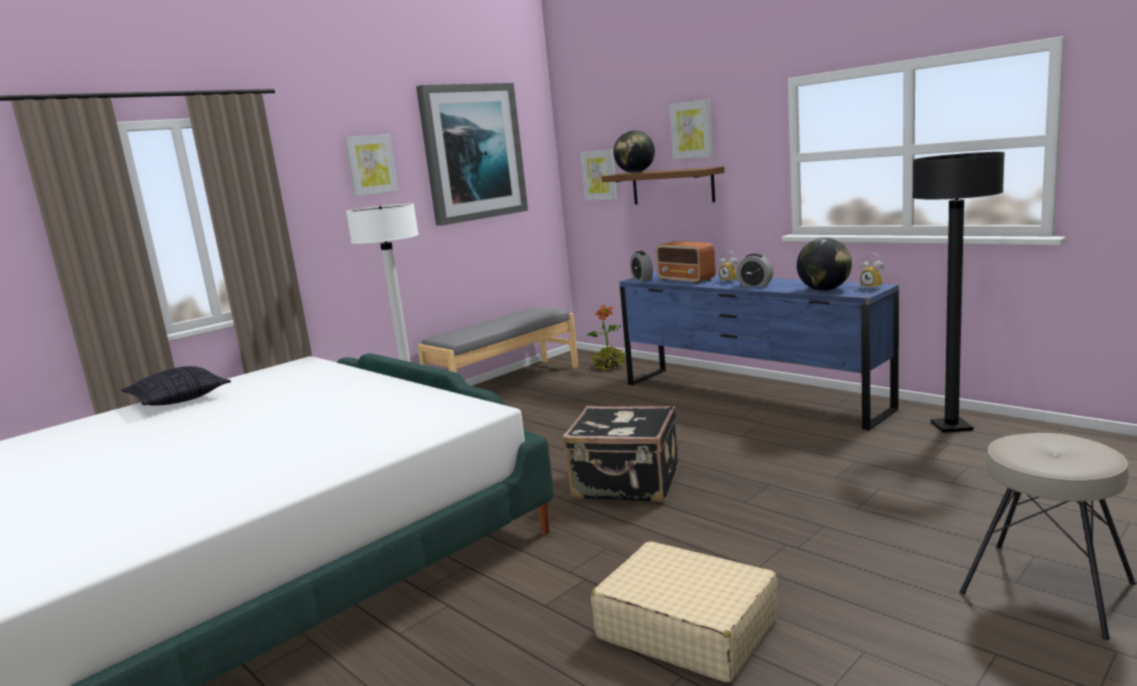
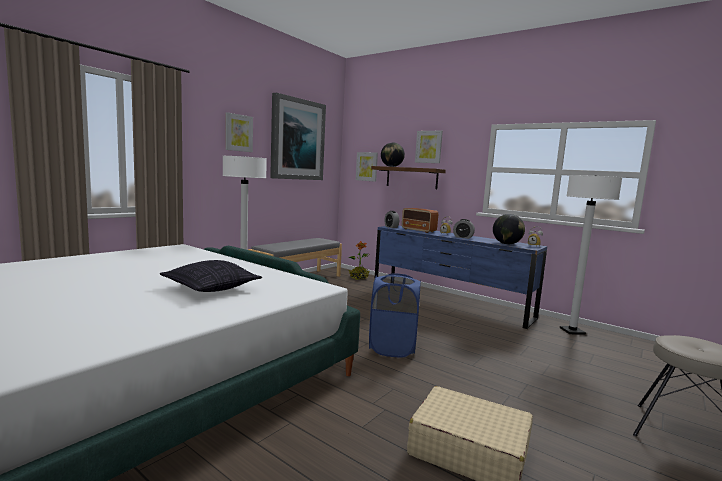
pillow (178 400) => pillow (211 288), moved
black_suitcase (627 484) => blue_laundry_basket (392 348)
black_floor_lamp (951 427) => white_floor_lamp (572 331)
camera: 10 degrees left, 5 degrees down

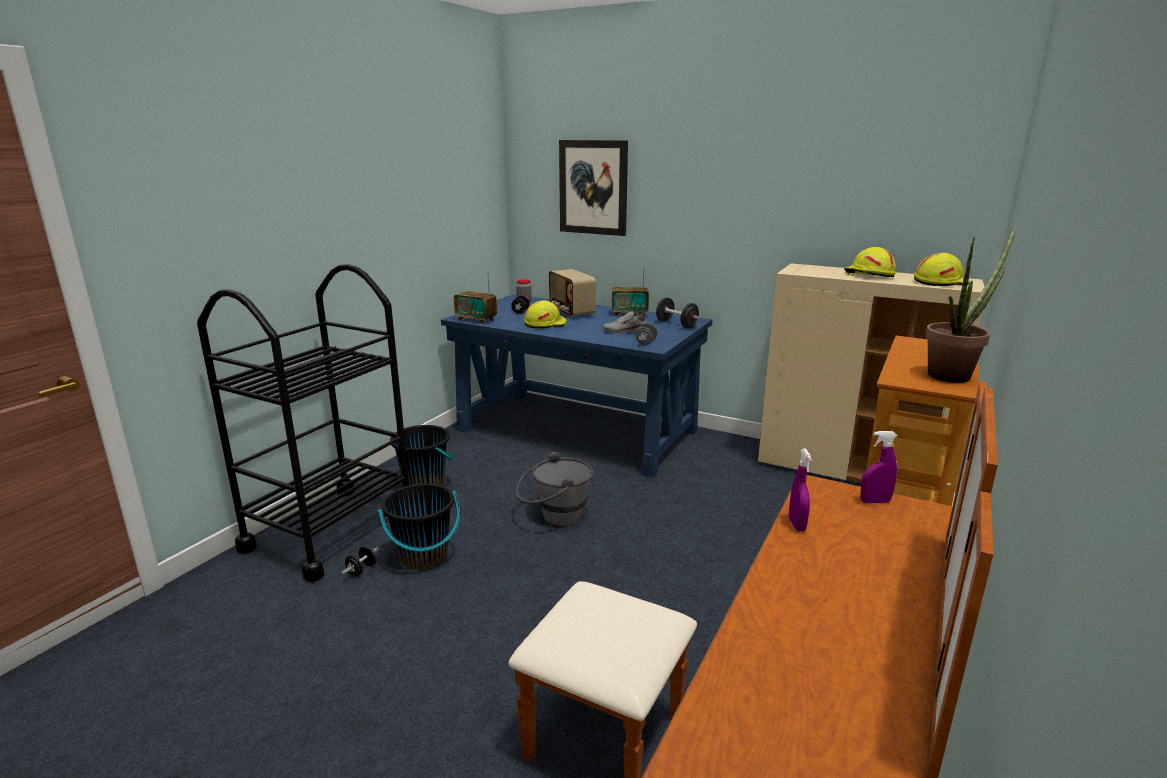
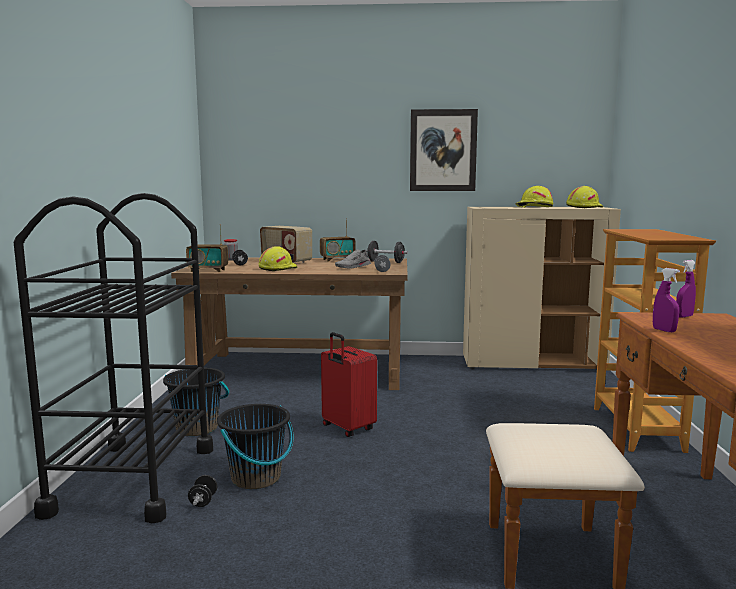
blue_desk (577 430) => brown_desk (301 370)
grey_bucket (554 517) => red_suitcase (347 428)
picture (593 187) => picture (443 150), moved
potted_plant (954 374) => nothing
camera: 25 degrees left, 10 degrees down

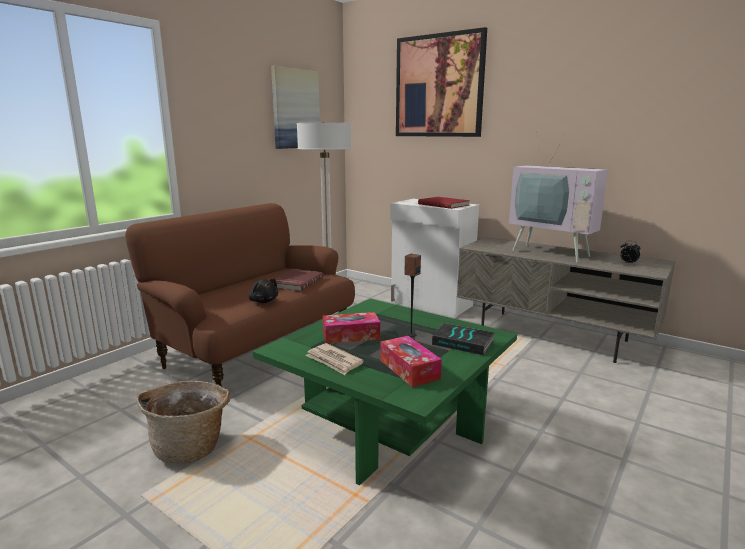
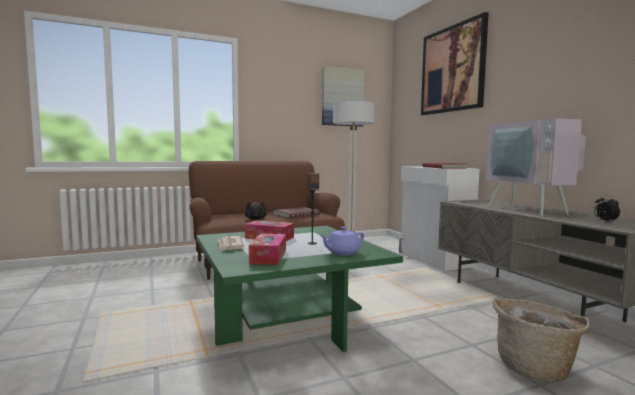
book (463 343) => purple_teapot (342 253)
basket (191 446) => basket (535 367), moved
camera: 30 degrees right, 10 degrees down

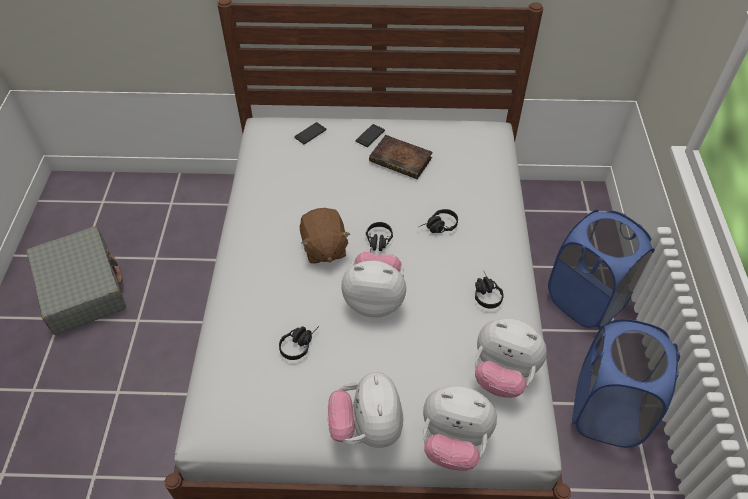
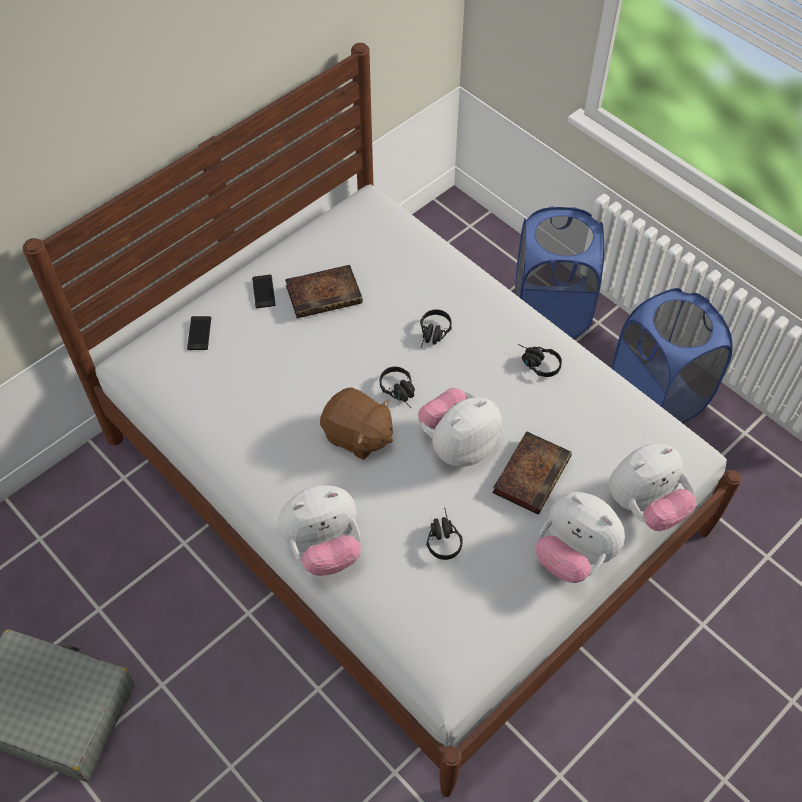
plush_toy (502 374) => plush_toy (324 547), moved
nothing => book (531 473)
camera: 45 degrees left, 5 degrees up

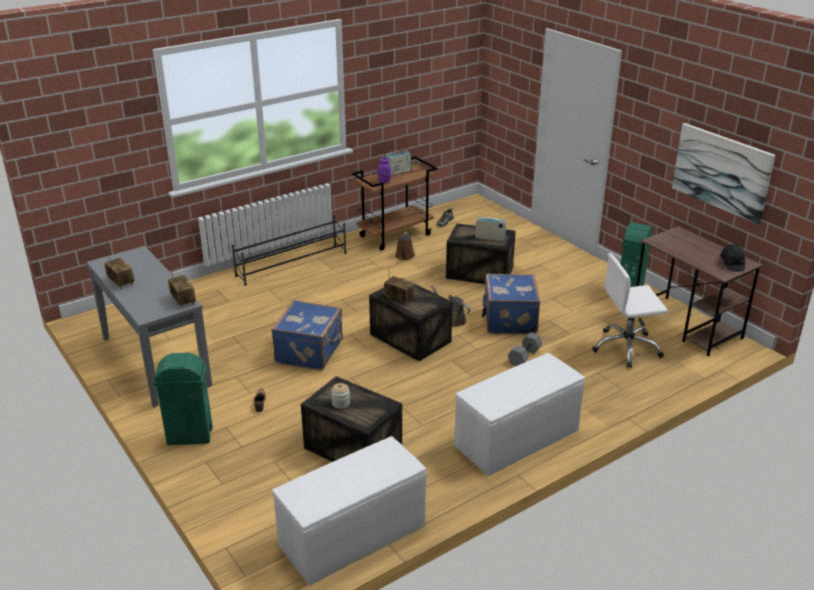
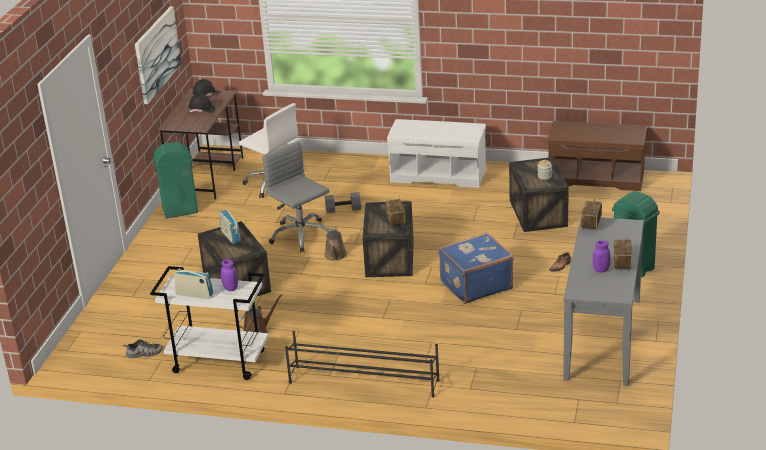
brown_cart (395 235) => white_cart (218 362)
nothing => black_hard_hat (202 110)
blue_suitcase (508 320) => grey_office_chair (301 235)
white_bench (352 537) => brown_bench (597 177)
nothing => purple_jar (601 269)
camera: 130 degrees left, 0 degrees up

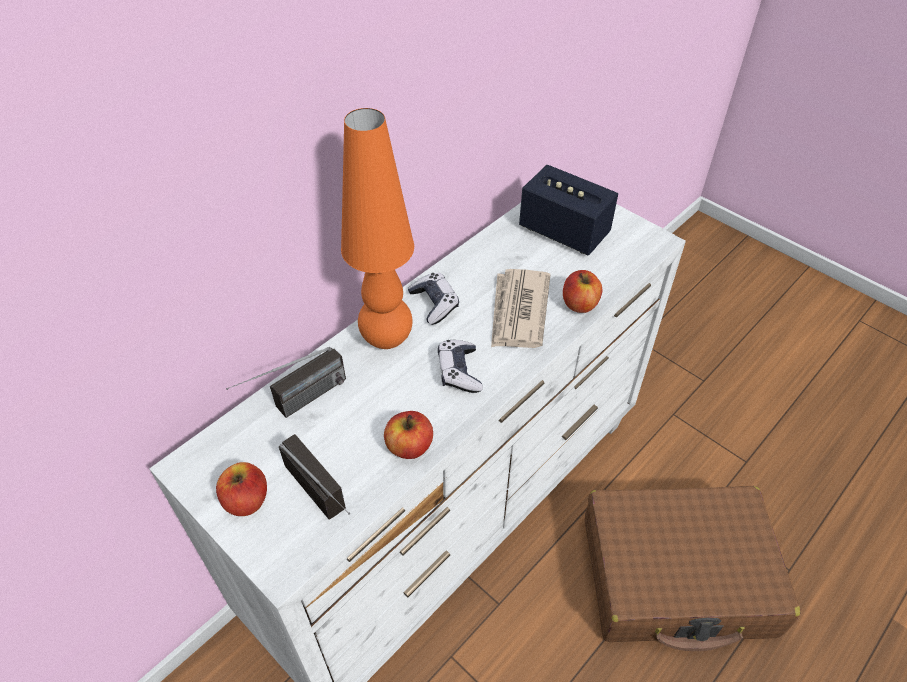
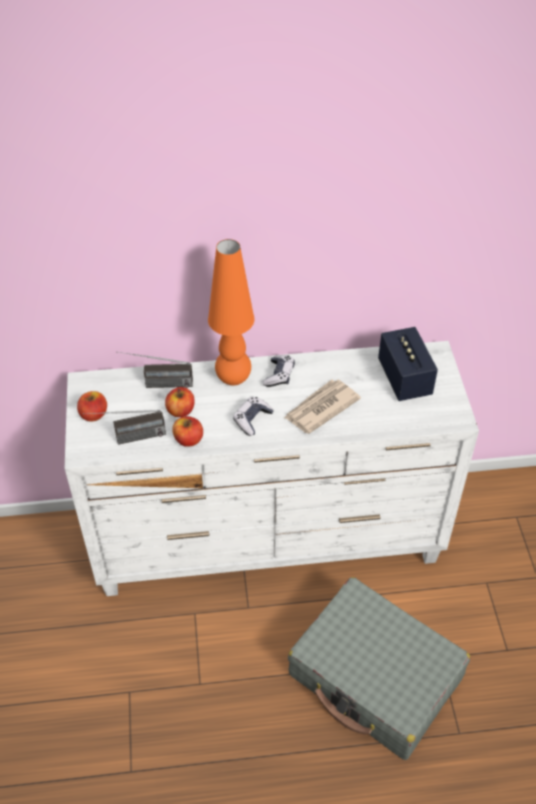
radio (329 500) => radio (128 439), 75 degrees clockwise
apple (580 304) => apple (181 410), moved
brown_suitcase (677 576) => grey_suitcase (375 677)
camera: 40 degrees right, 0 degrees up

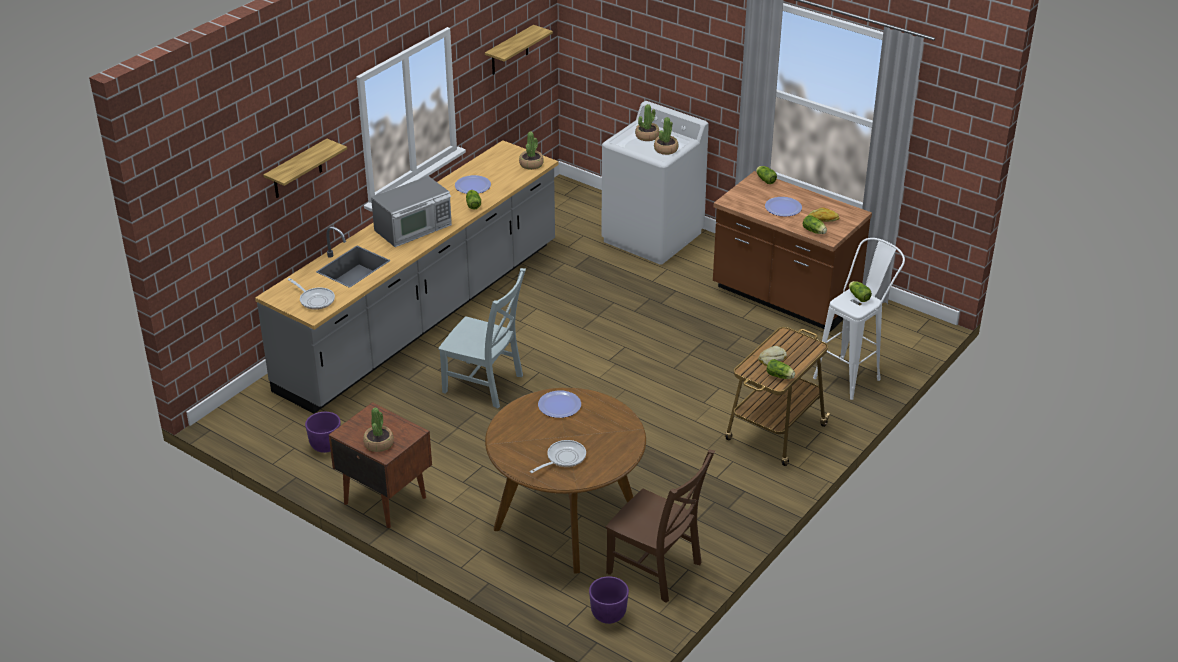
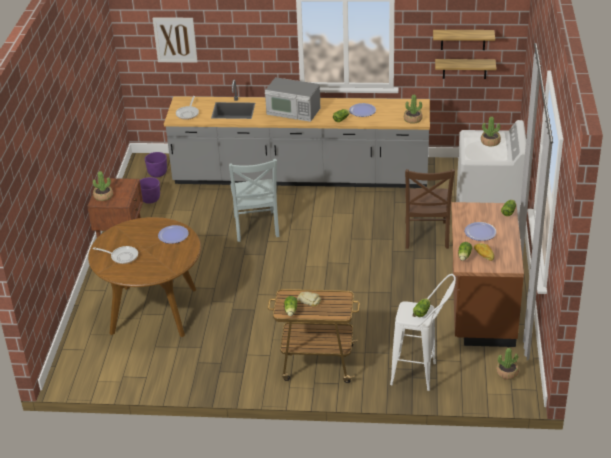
purple_planter (609 615) => purple_planter (157 174), moved
nothing => picture (175 39)
brown_chair (657 570) => brown_chair (426 236), moved
shelf (297 170) => shelf (464 68), moved
potted_plant (665 149) => potted_plant (507 373), moved
camera: 60 degrees right, 0 degrees up

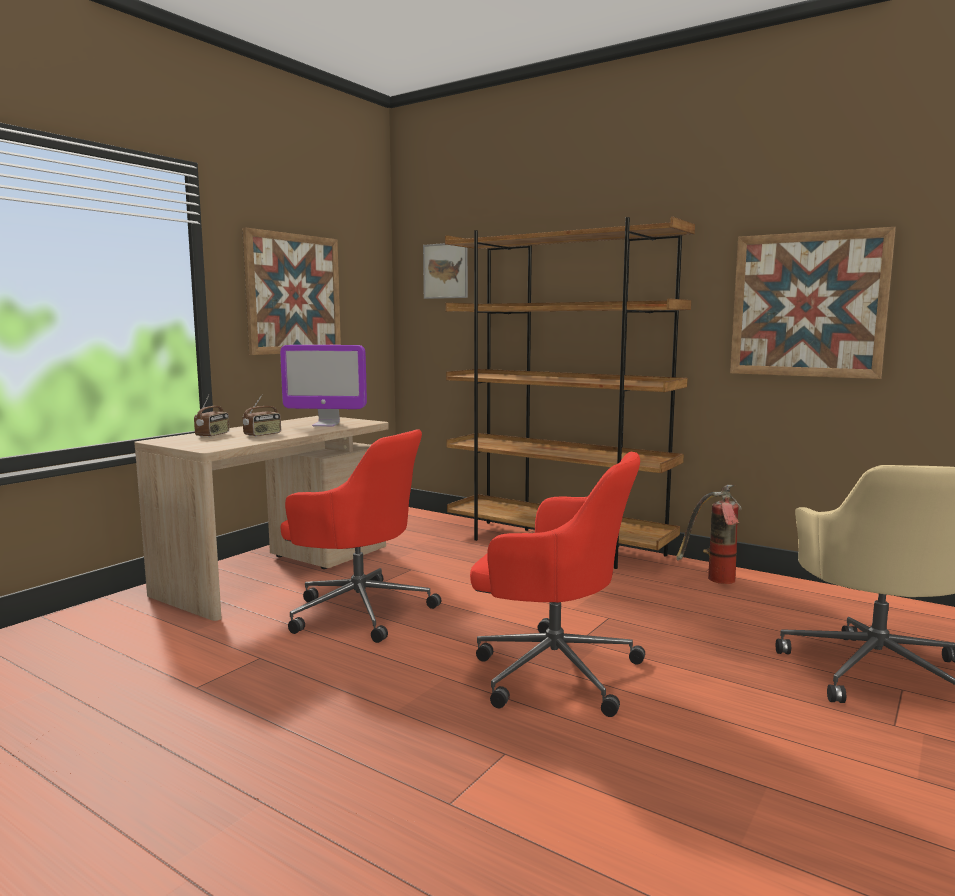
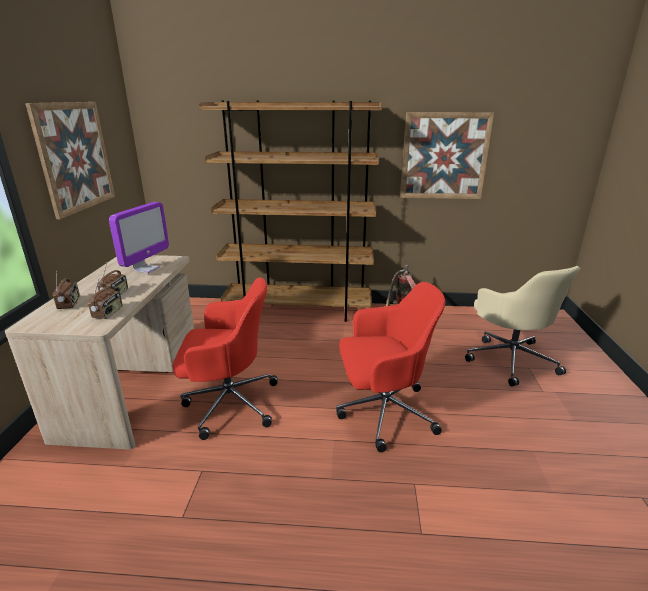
nothing => radio (108 313)
monitor (326 425) => monitor (146 269), 45 degrees counterclockwise
picture (445 271) => nothing
camera: 30 degrees left, 15 degrees up

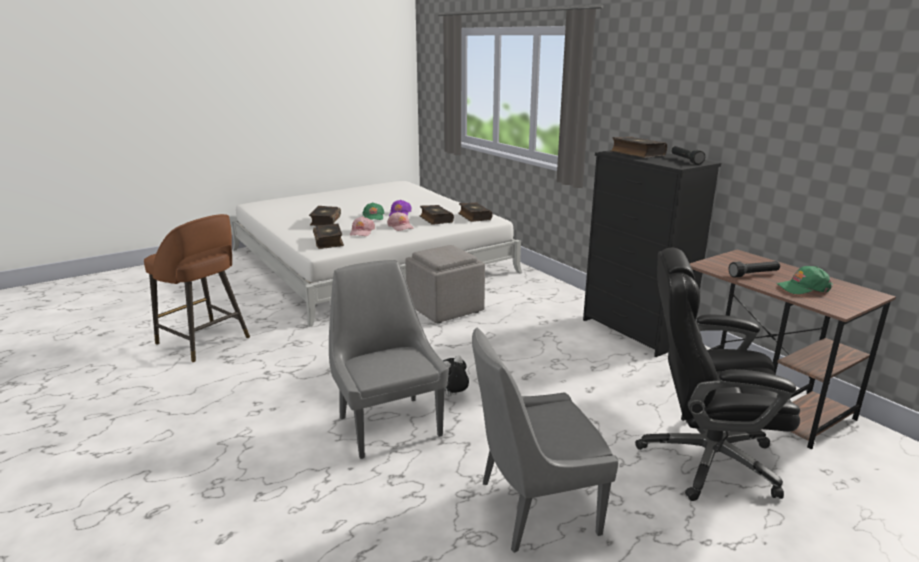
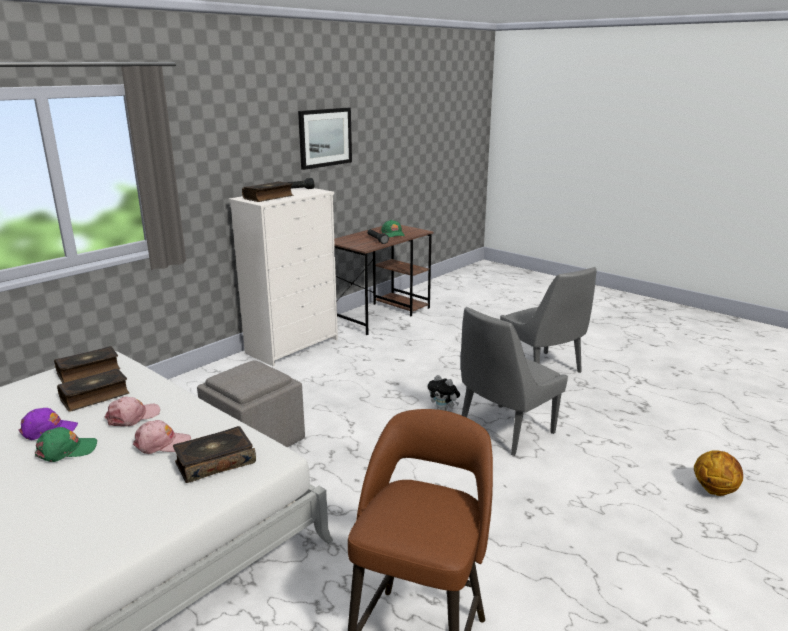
black_dresser (635 331) => white_dresser (293 346)
nothing => picture (325 137)
nothing => basketball (714 490)
book (325 221) => nothing
black_office_chair (705 459) => nothing
camera: 105 degrees left, 0 degrees up

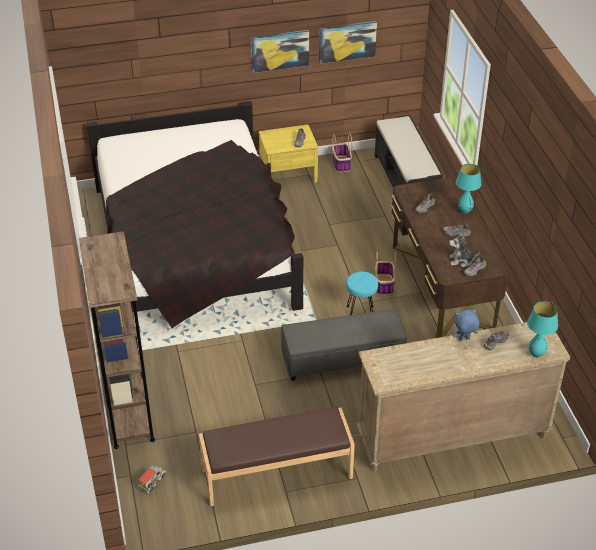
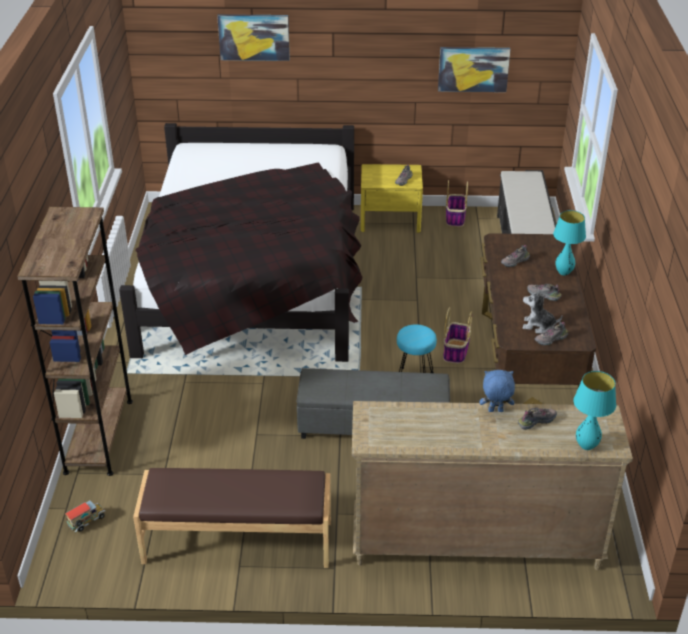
picture (279 50) => picture (254 37), moved
camera: 15 degrees right, 5 degrees down

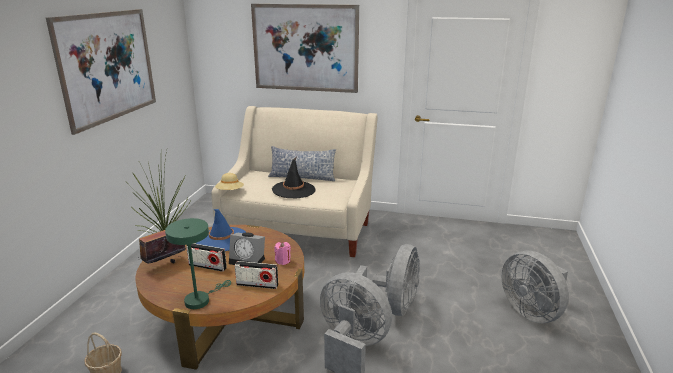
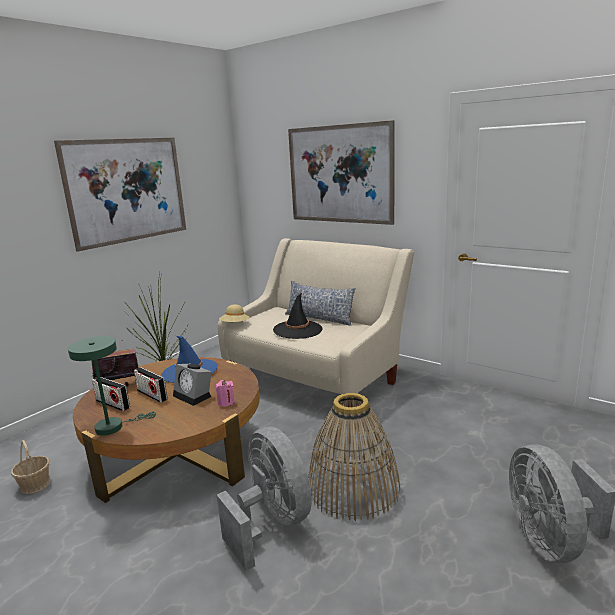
radio (257 285) => radio (113 404), moved
grey_fan (392 308) => basket (353 487)
camera: 25 degrees right, 5 degrees down

